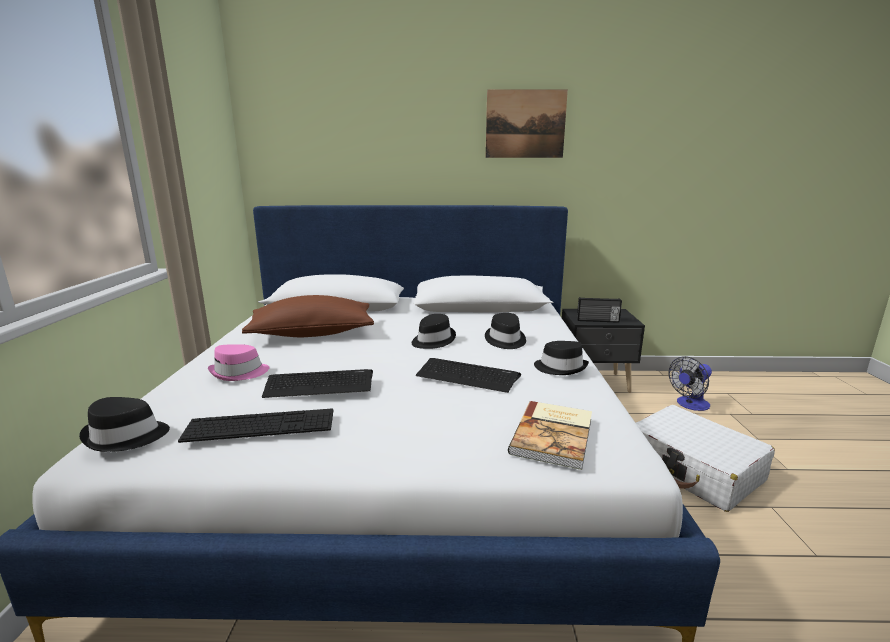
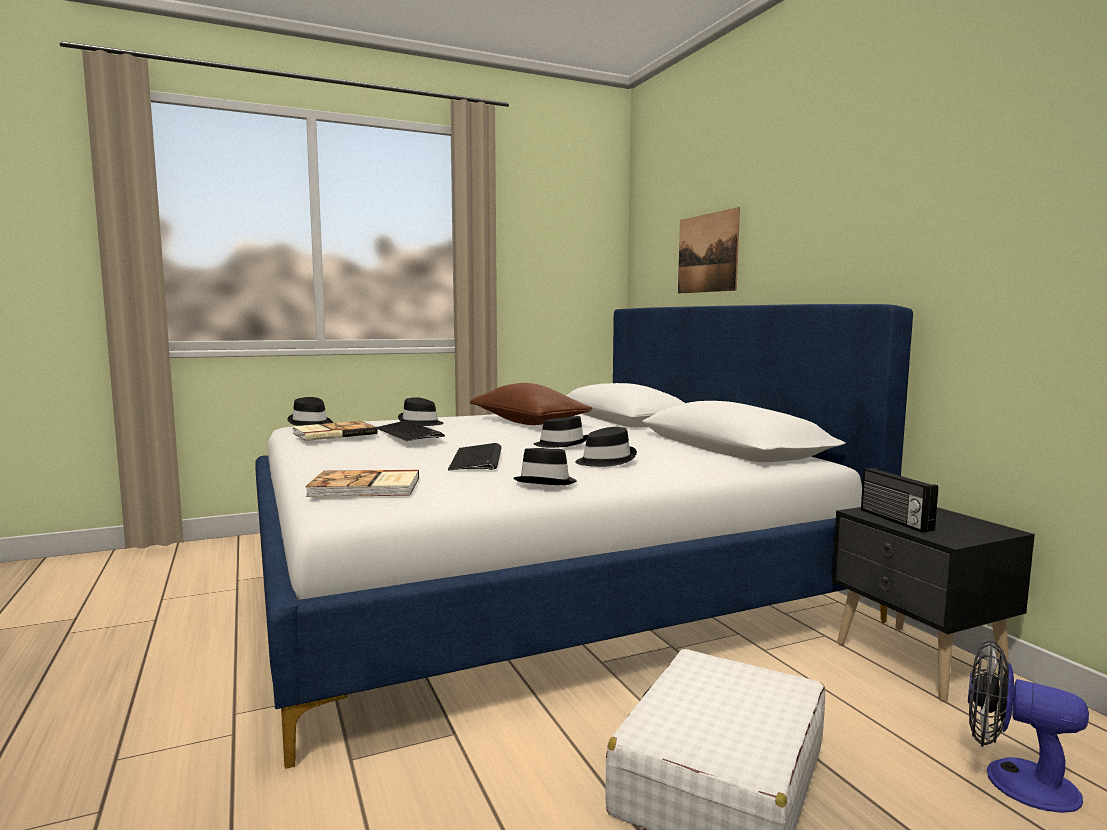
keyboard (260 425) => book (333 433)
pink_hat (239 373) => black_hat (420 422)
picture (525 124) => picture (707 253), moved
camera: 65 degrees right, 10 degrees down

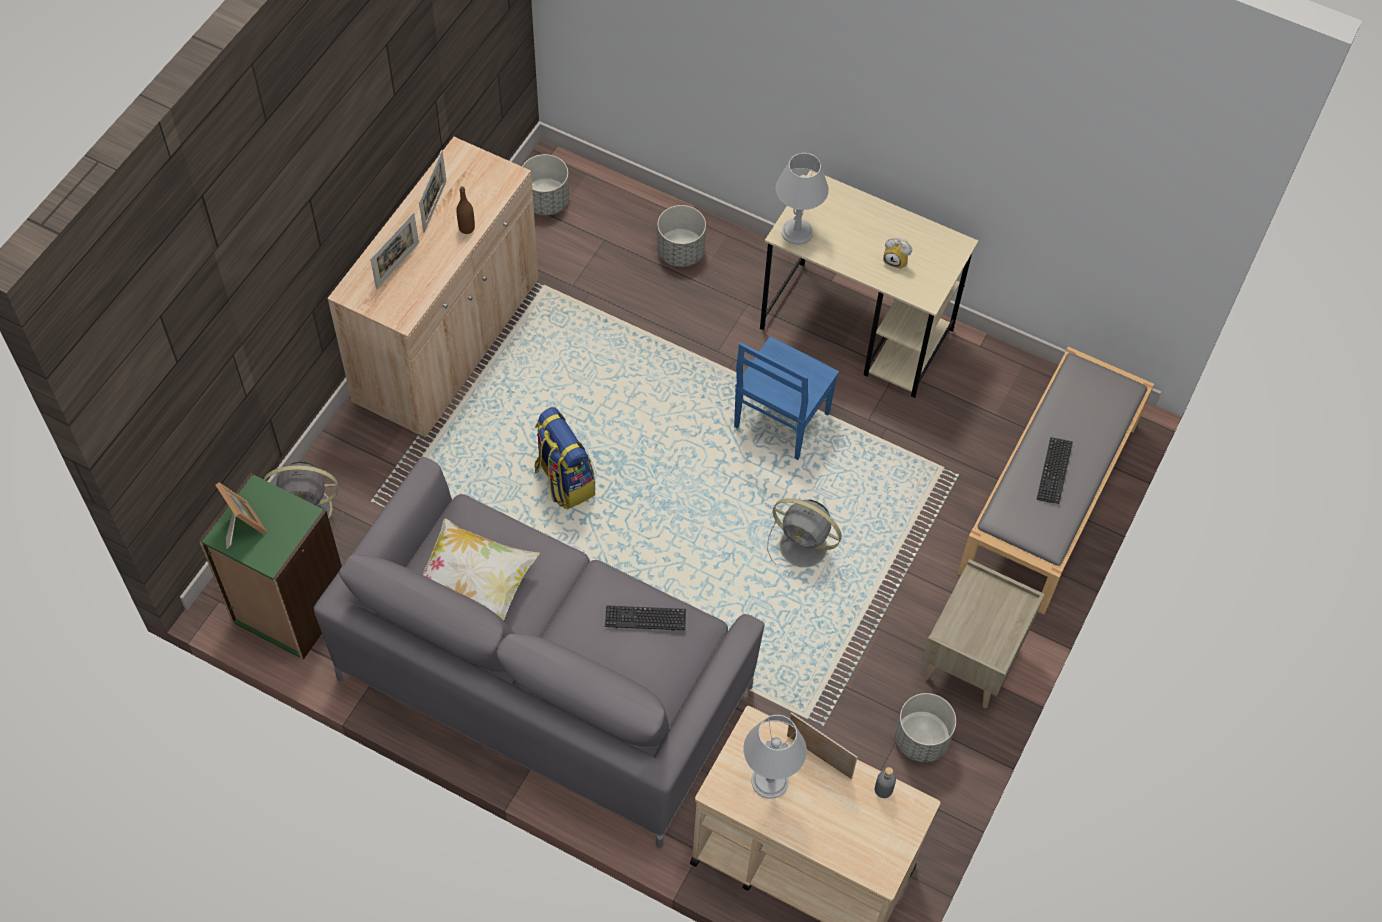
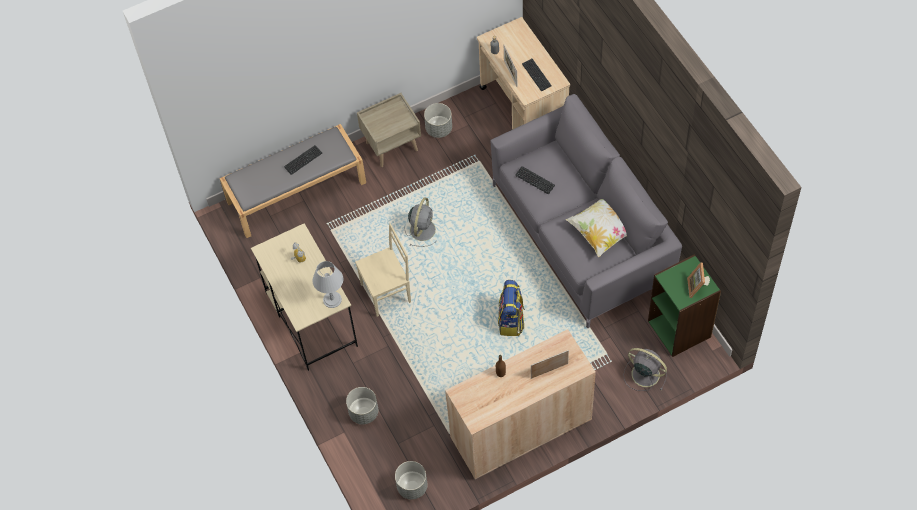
blue_chair (779 421) => beige_chair (387 293)
grey_fan (805 548) => grey_fan (423 229), 45 degrees clockwise
grey_table_lamp (769 781) => keyboard (536 75)
picture_frame (435 206) => nothing
camera: 140 degrees left, 0 degrees up

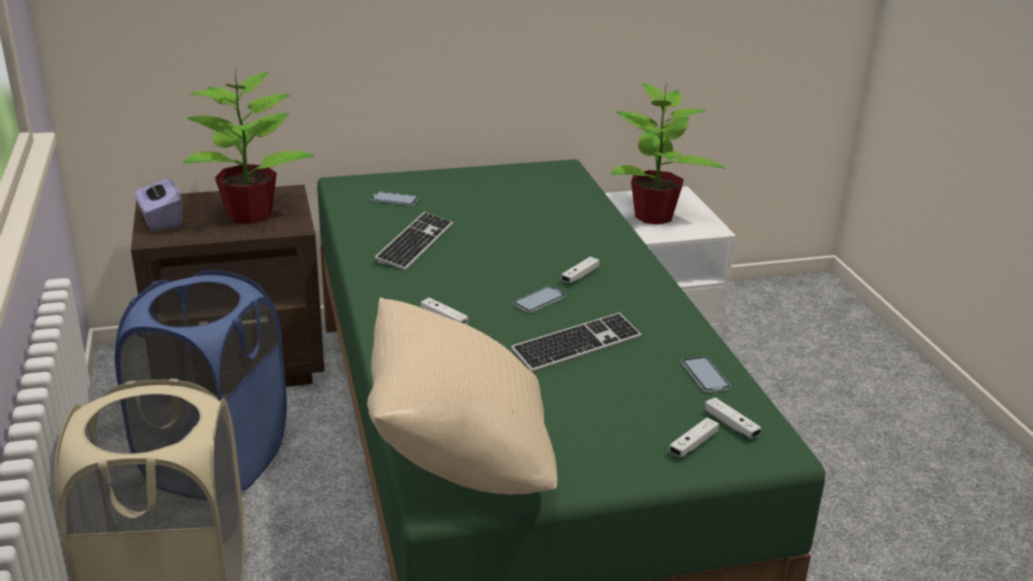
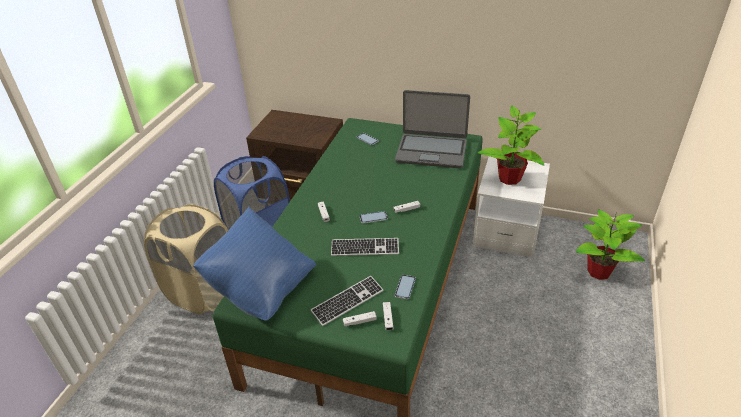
beige_pillow (460 458) => blue_pillow (261 288)
keyboard (415 243) => keyboard (347 301), moved
nothing => laptop (431 151)
potted_plant (251 214) => potted_plant (599 271), moved
purple_tissue_box (160 220) => nothing
camera: 35 degrees right, 10 degrees up

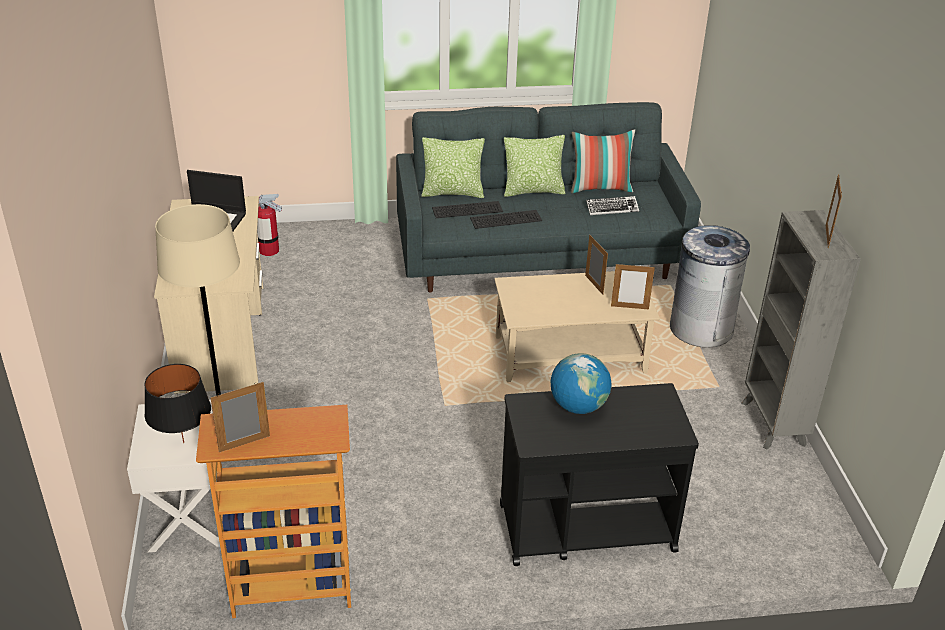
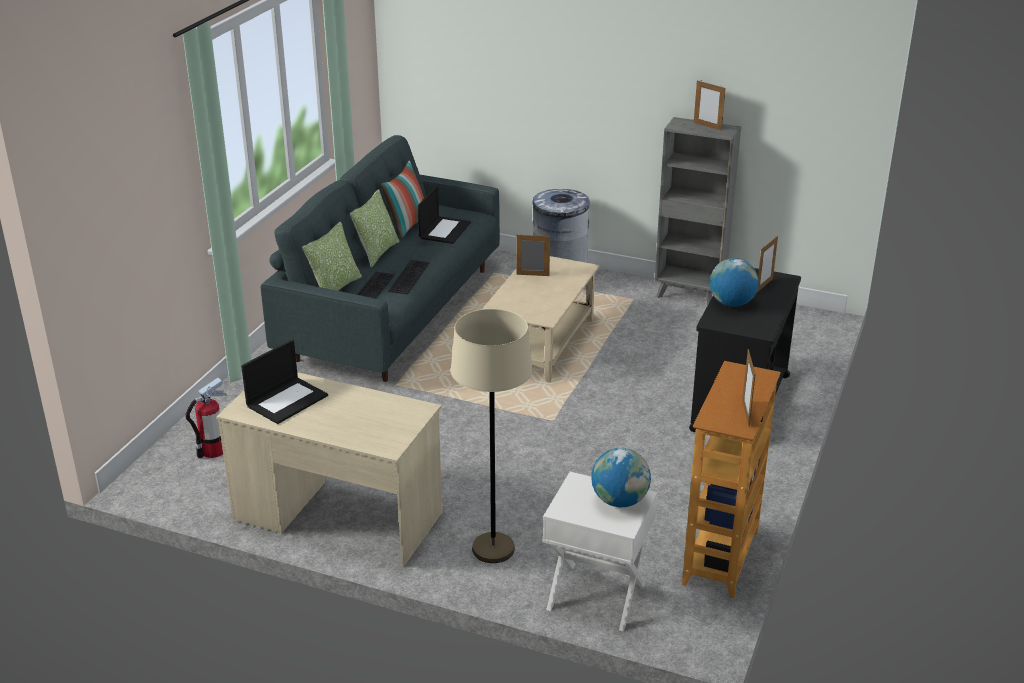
keyboard (612 208) => laptop (444 230)
black_table_lamp (183 443) => globe (620 501)
picture_frame (629 307) => picture_frame (764 285), moved
camera: 60 degrees left, 5 degrees down

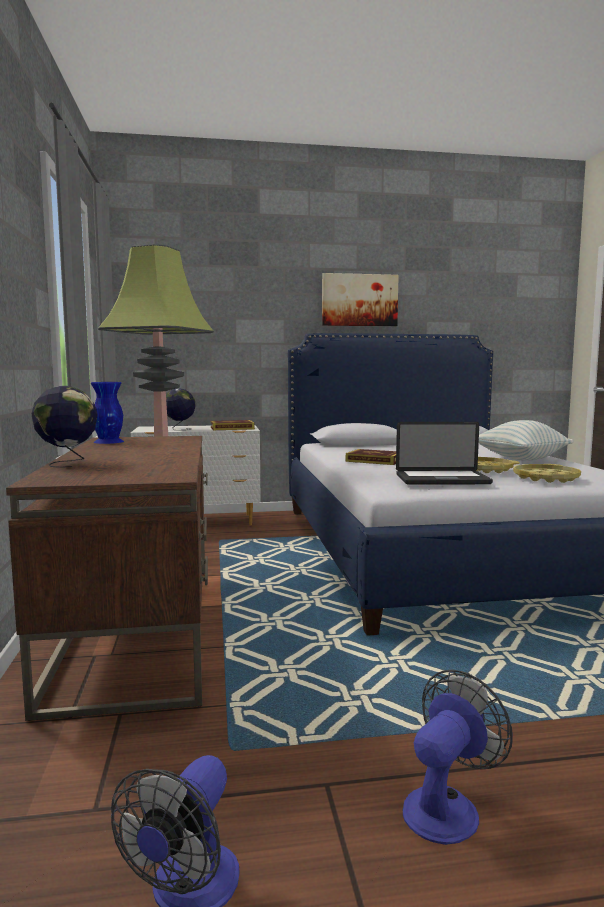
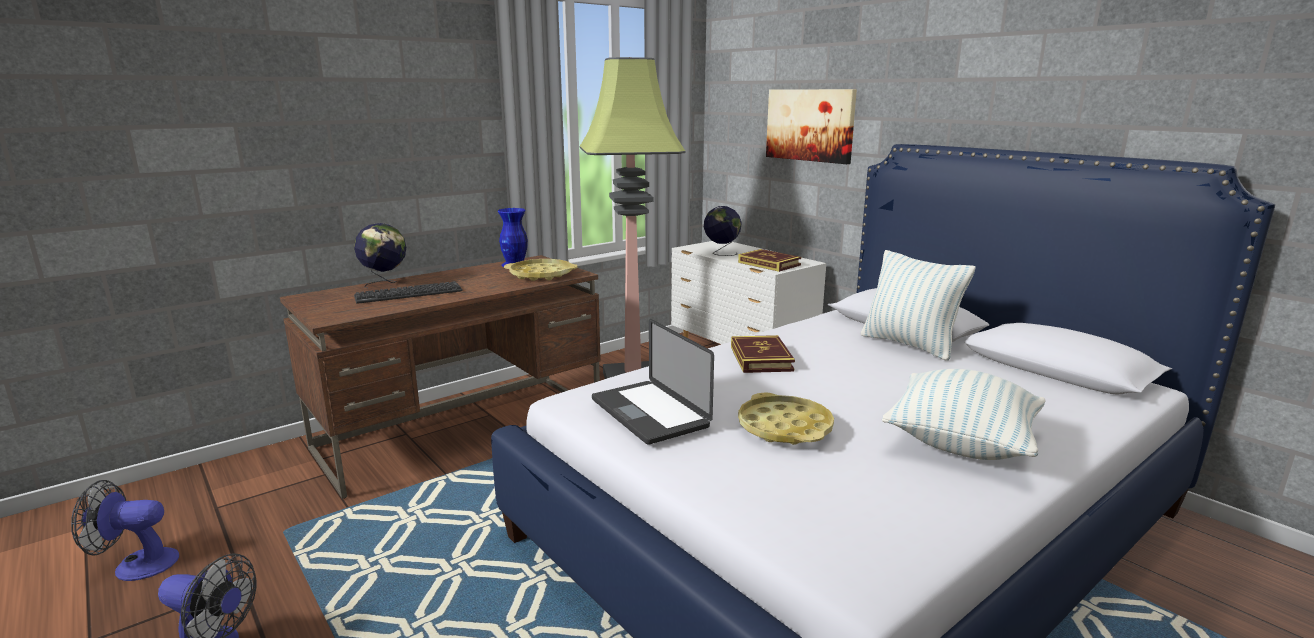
nothing => keyboard (409 294)
yellow_tray (546 478) => yellow_tray (541 275), moved
picture (359 300) => picture (810 125), moved
nothing => pillow (909 345)
camera: 60 degrees right, 10 degrees up

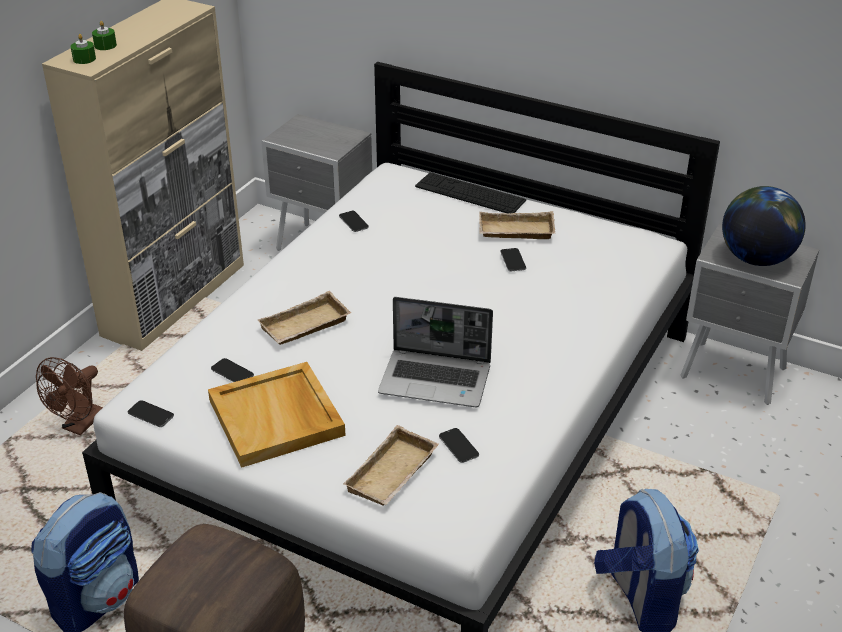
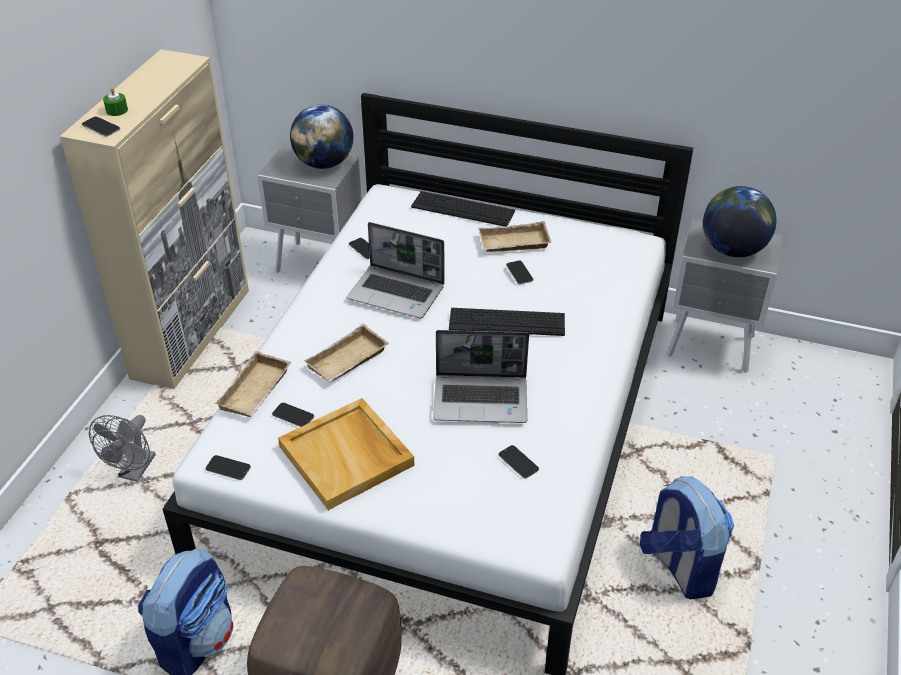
green_candle (84 59) => phone (101 127)
brown_fan (80 426) => grey_fan (134 472)
beige_tray (393 475) => beige_tray (256 391), moved
nothing => globe (324 163)
nothing => laptop (397 293)
nothing => keyboard (507 322)
camera: 10 degrees left, 5 degrees up

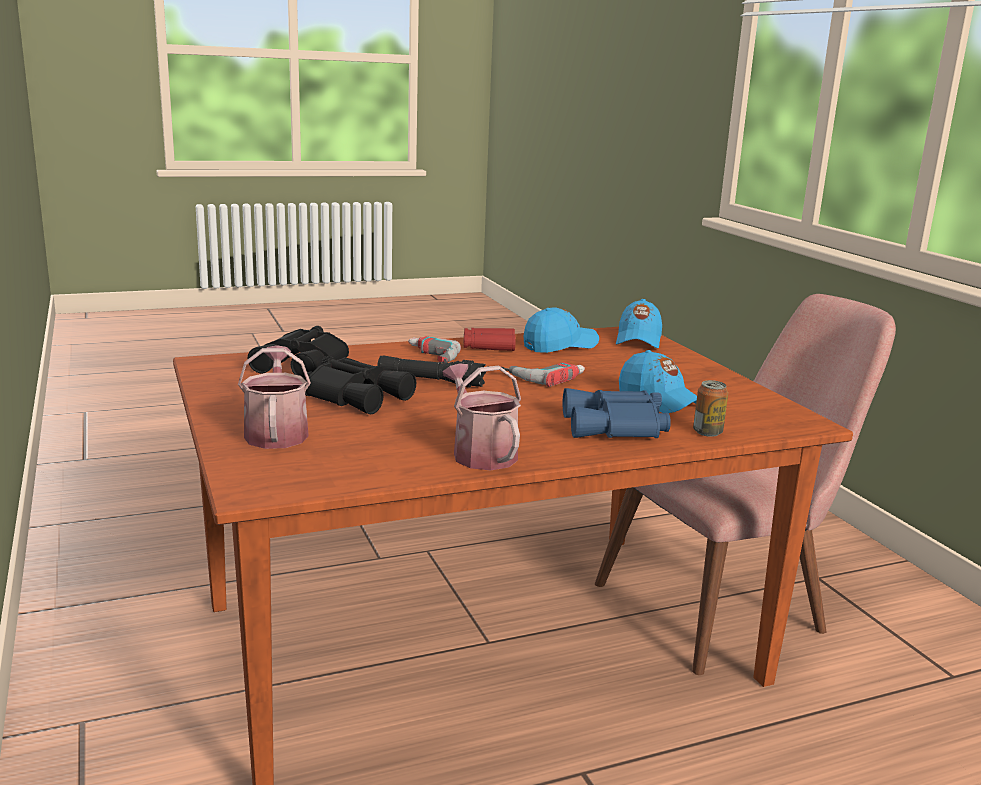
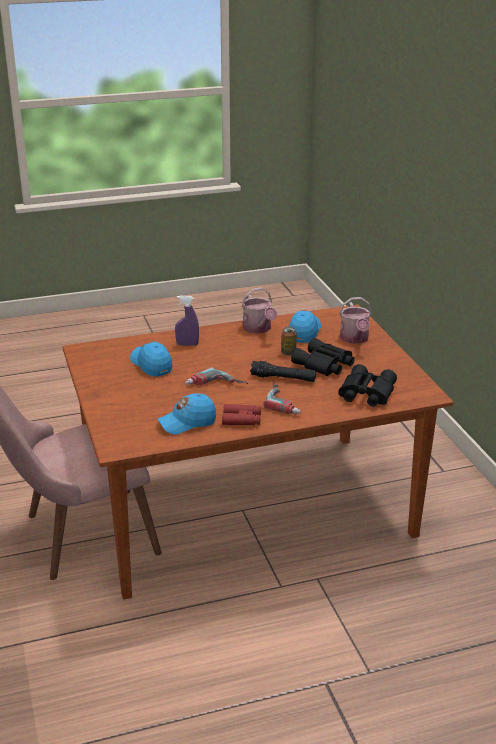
blue_binoculars (616 427) => purple_spray_bottle (187 344)
can (707 432) => can (288 353), moved
blue_cap (638 340) => blue_cap (304 332), moved
camera: 175 degrees left, 10 degrees up

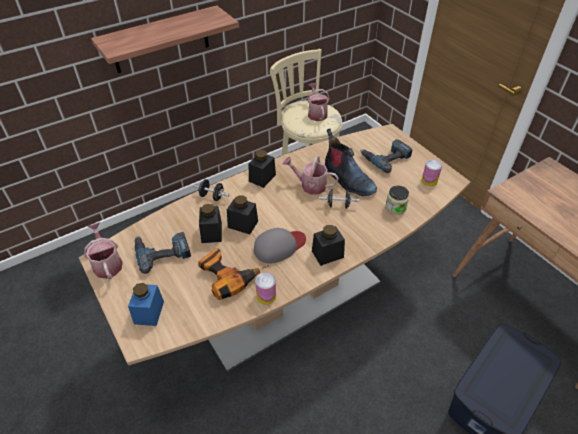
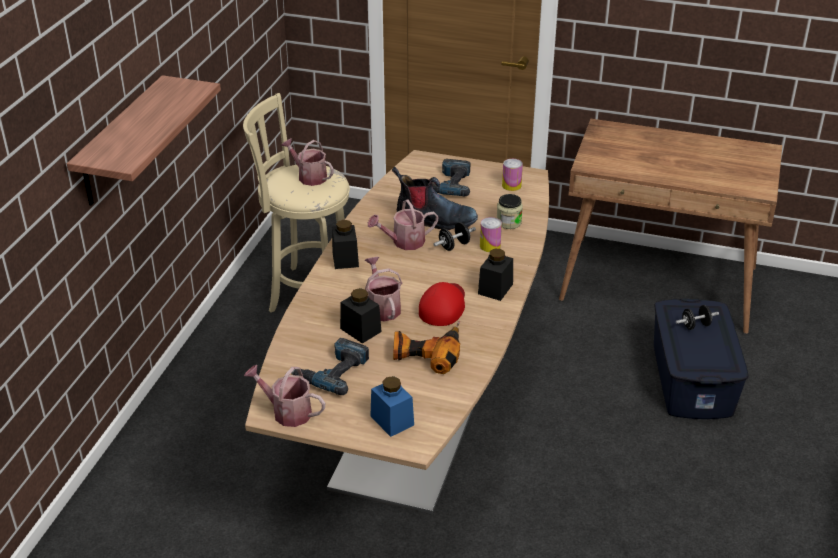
black_jar (243 224) => watering_can (382 307)
grey_cap (279 246) => red_cap (443 306)
can (266 296) => can (490 246), moved
black_dumbbell (212 196) => black_dumbbell (695 325), moved
camera: 40 degrees left, 10 degrees down

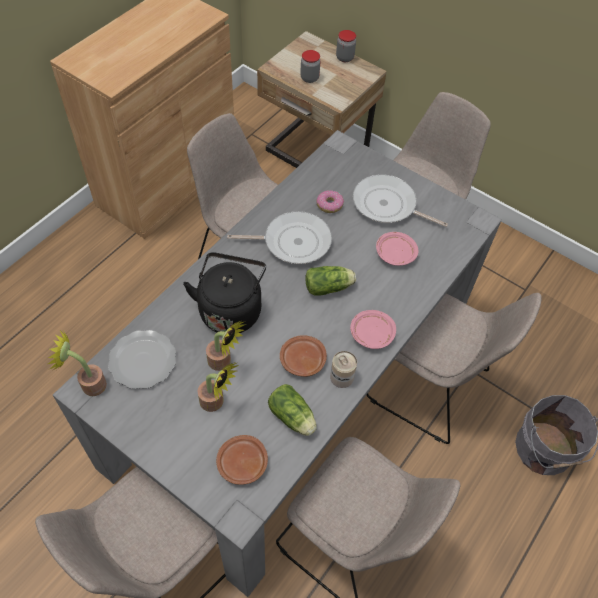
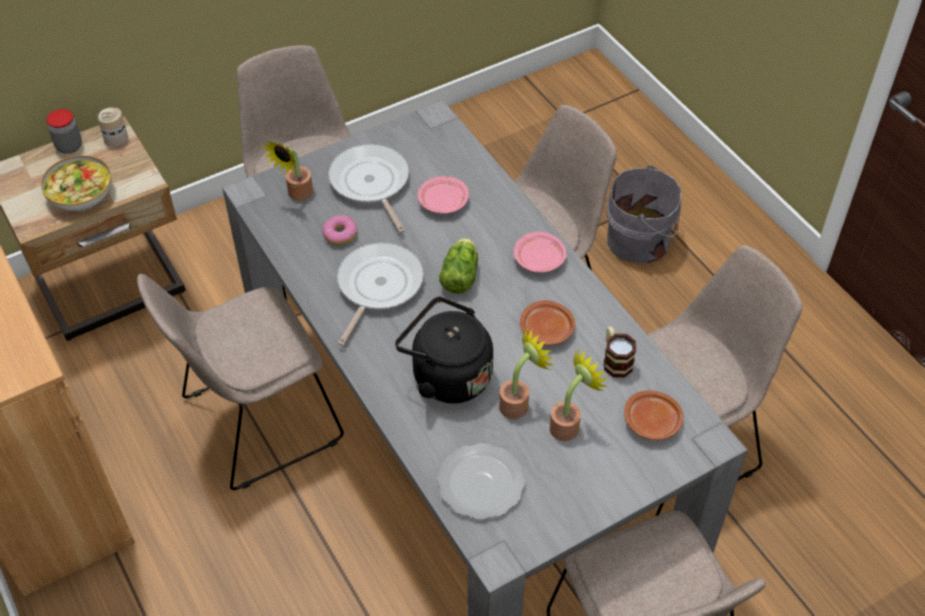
jar (309 78) => bowl (81 194)
can (342 377) => can (116 138), moved
potted_plant (89 384) => potted_plant (297 195), moved
frying_pan (387 205) => frying_pan (371 184), 105 degrees clockwise
lettuce (293 418) => mug (615 360)
camera: 65 degrees left, 5 degrees down

